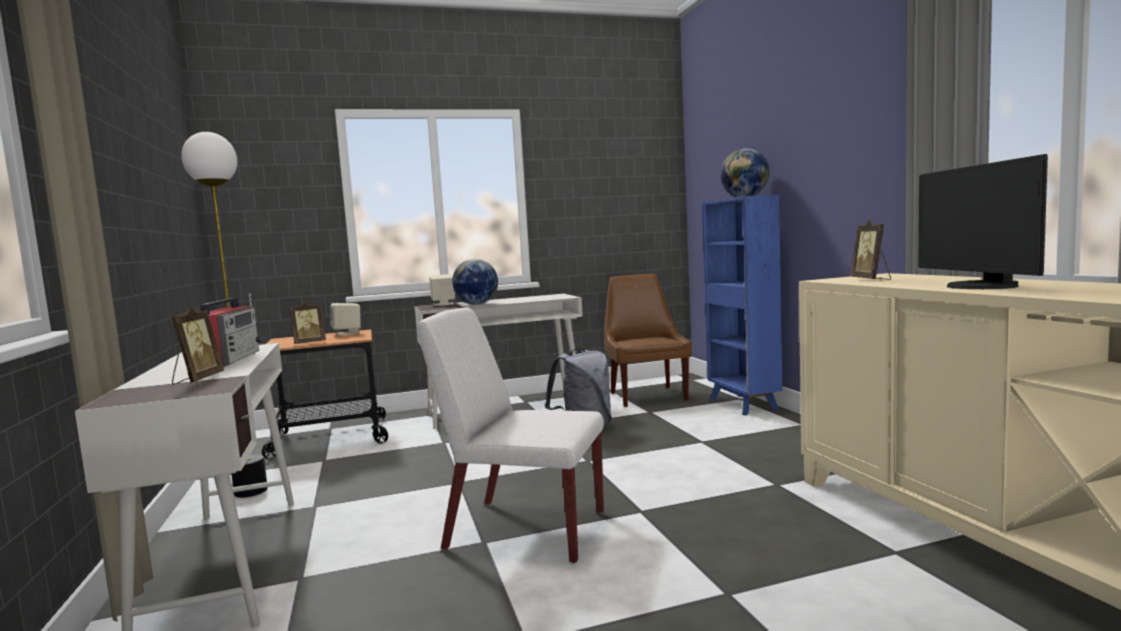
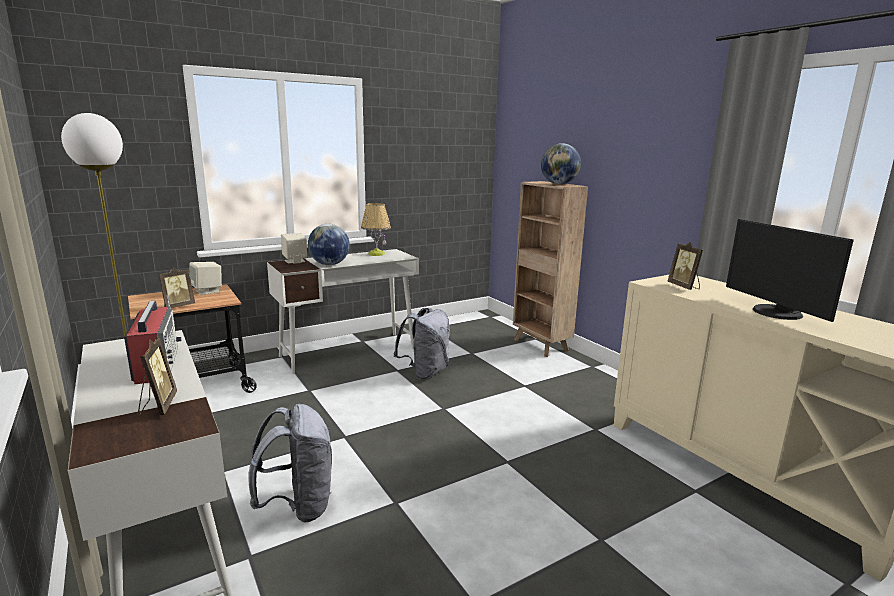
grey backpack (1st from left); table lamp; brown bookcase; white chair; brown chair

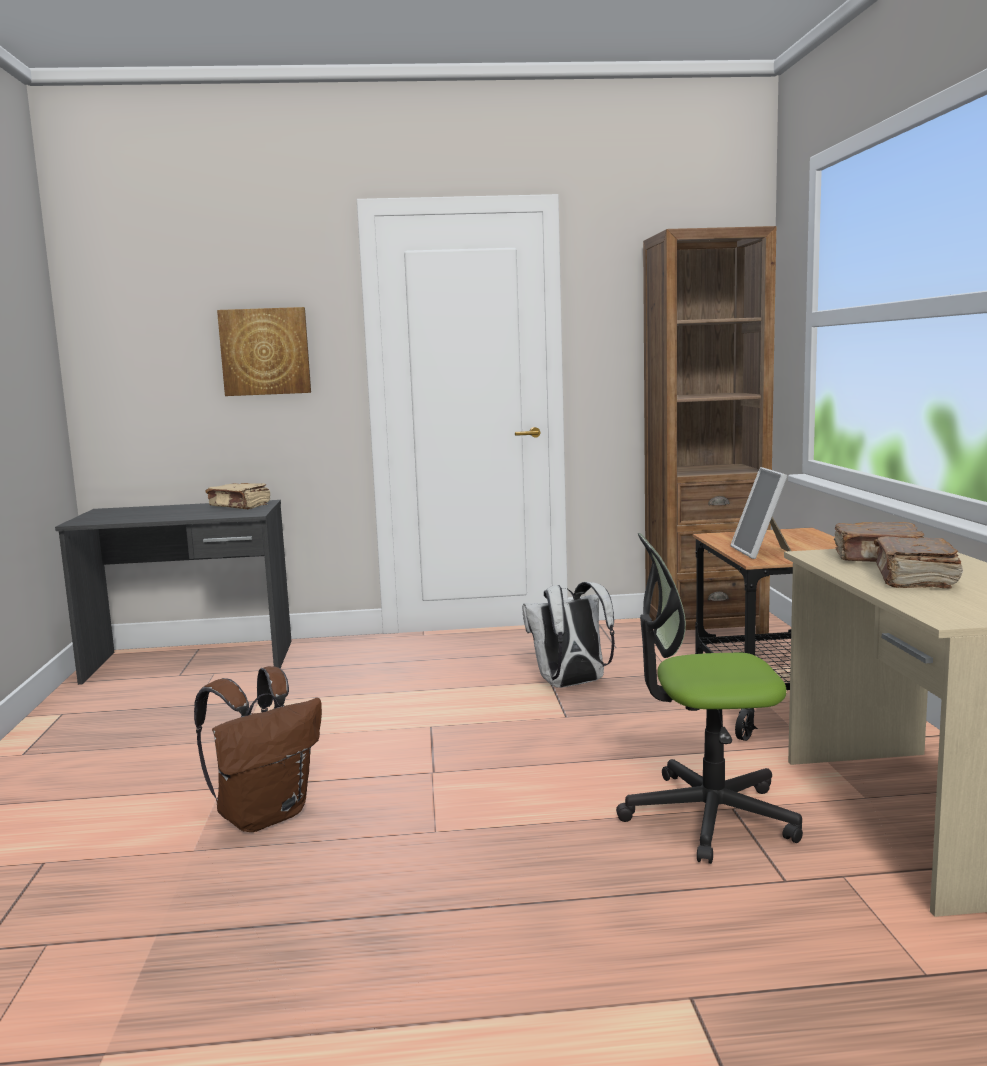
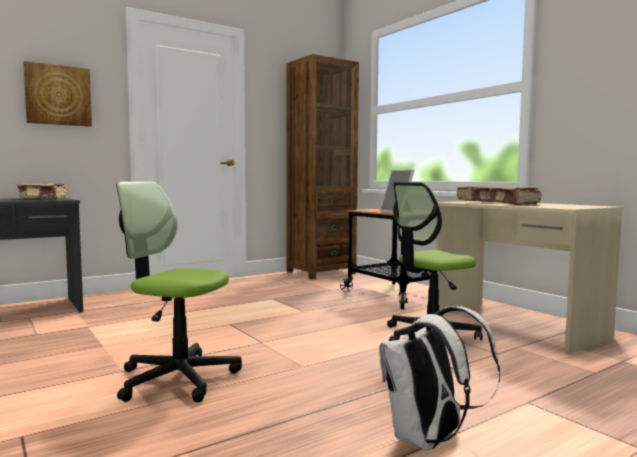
office chair (1st from left); white backpack

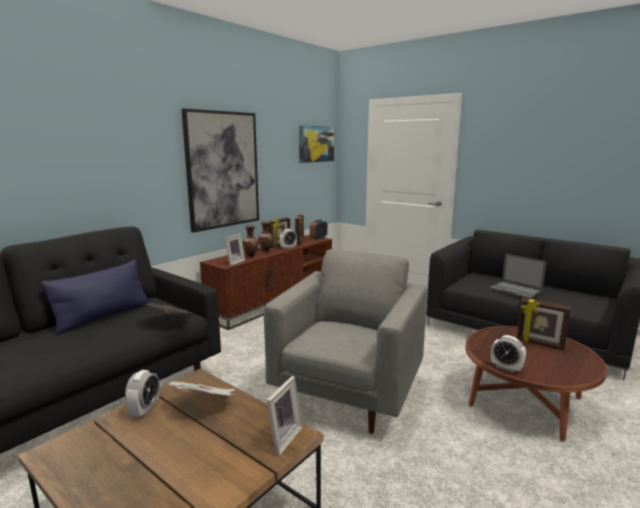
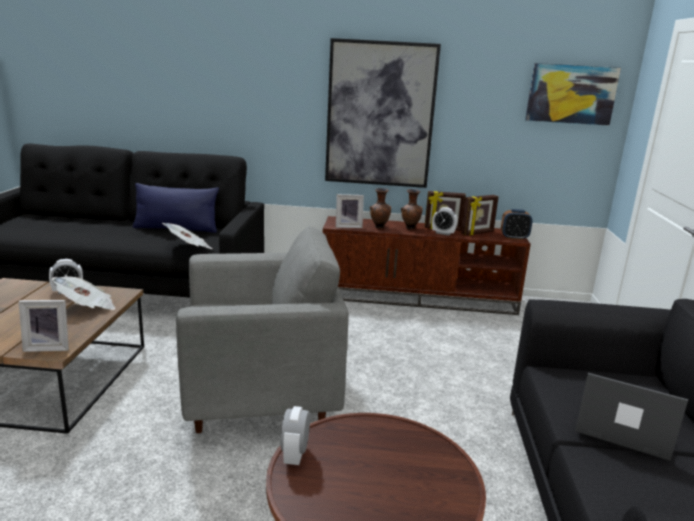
laptop; picture frame (5th from left in the first image)

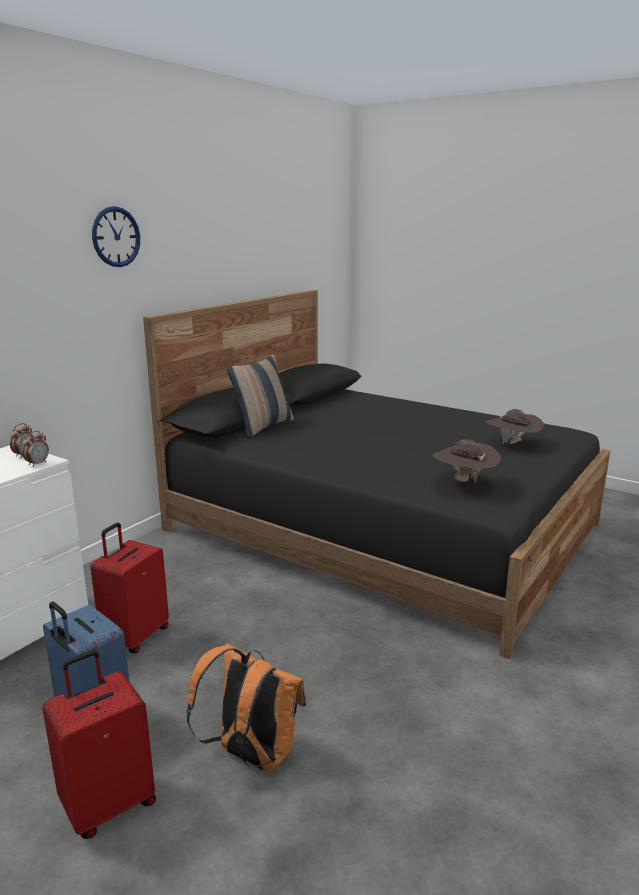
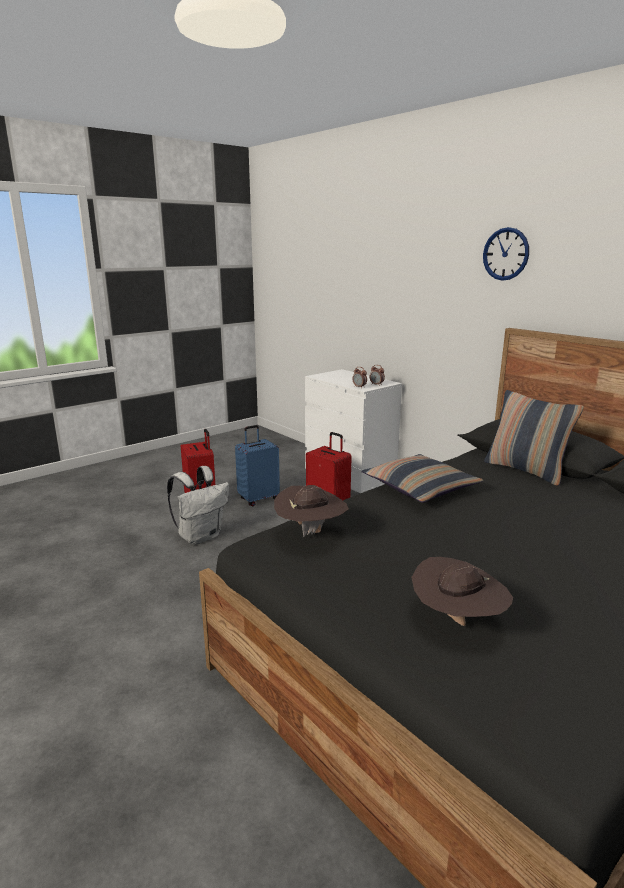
white backpack; pillow (1st from left)

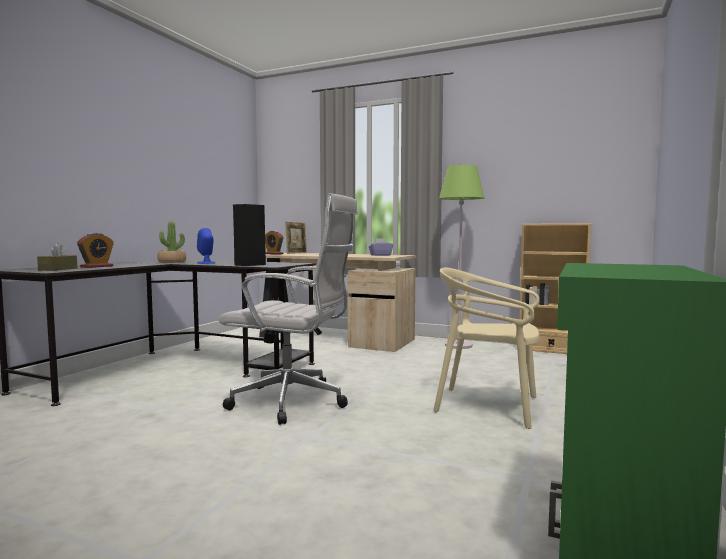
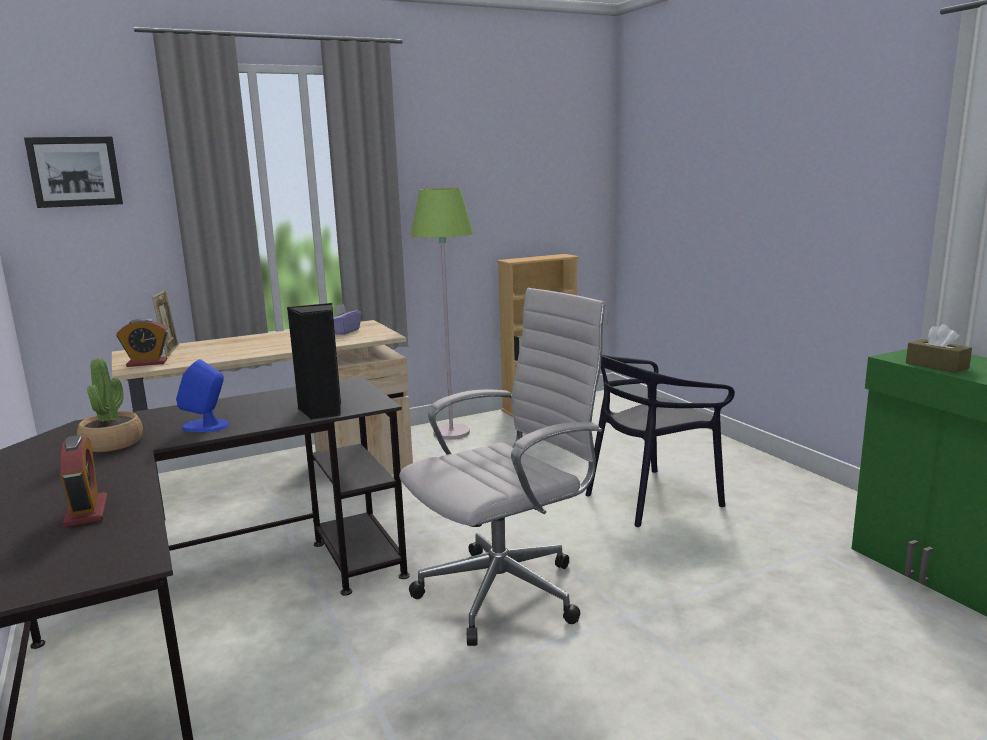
picture; black chair; brown tissue box

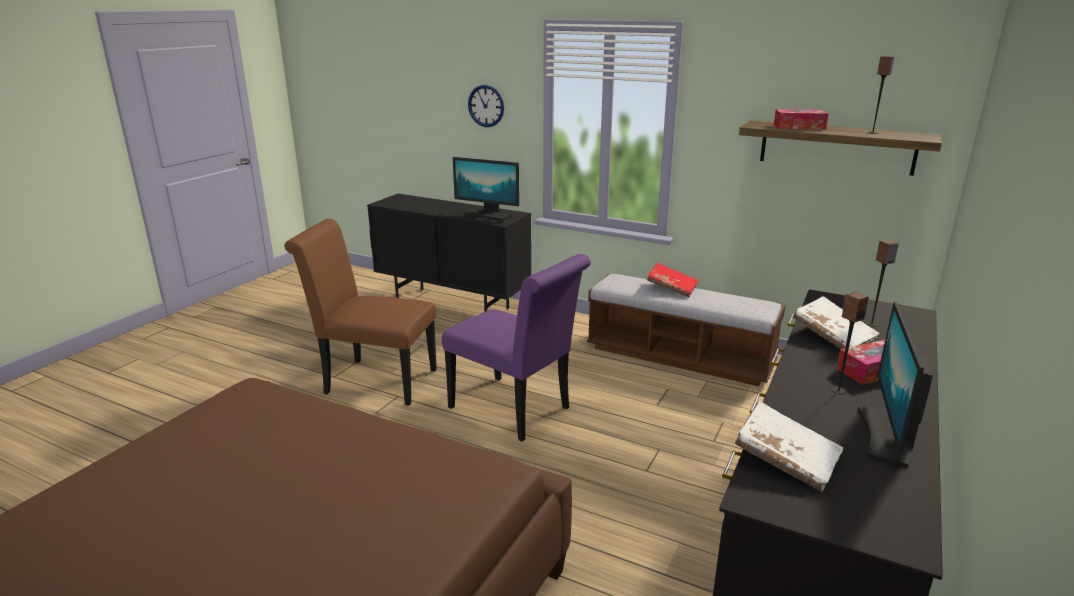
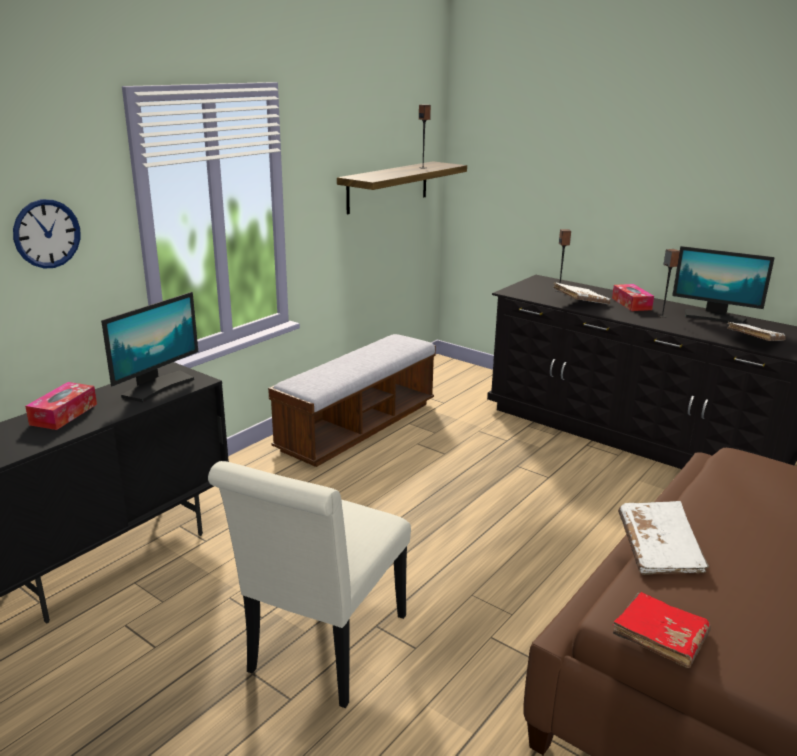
tissue box (1st from left); white chair; red book; white book (2nd from left); purple chair

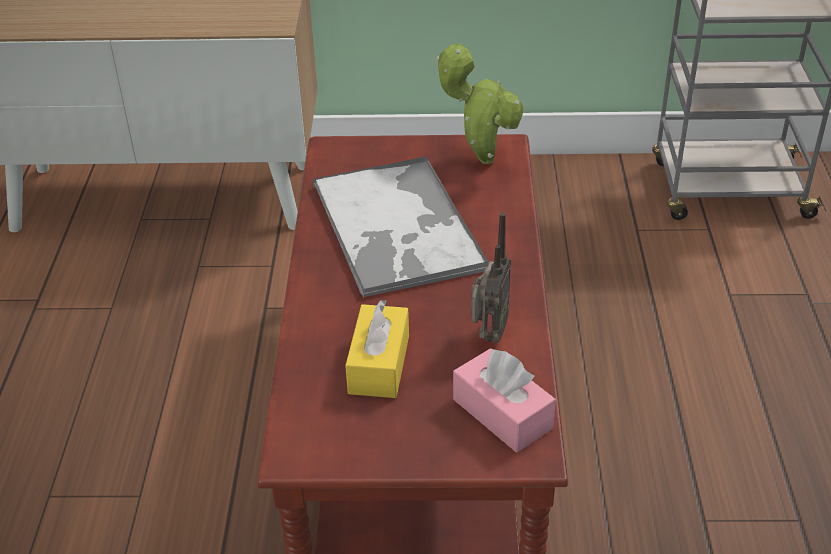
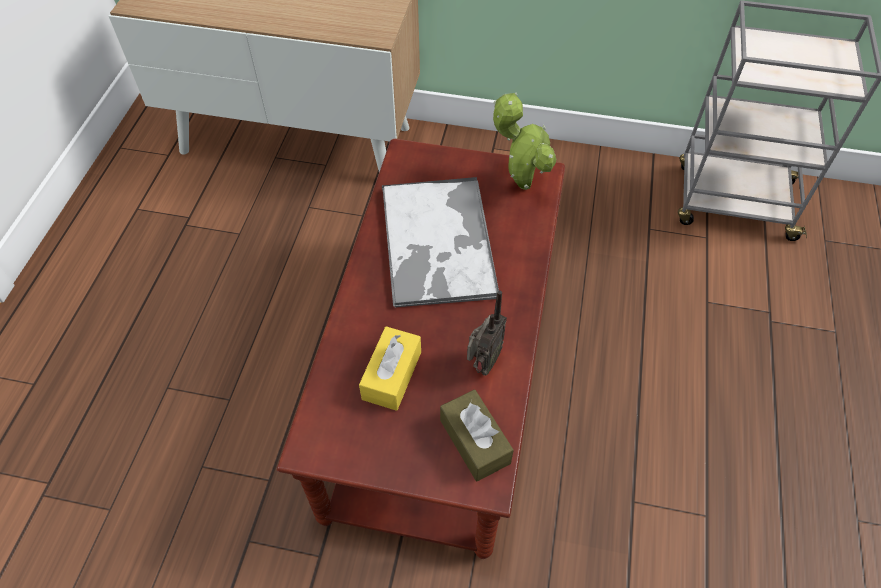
brown tissue box

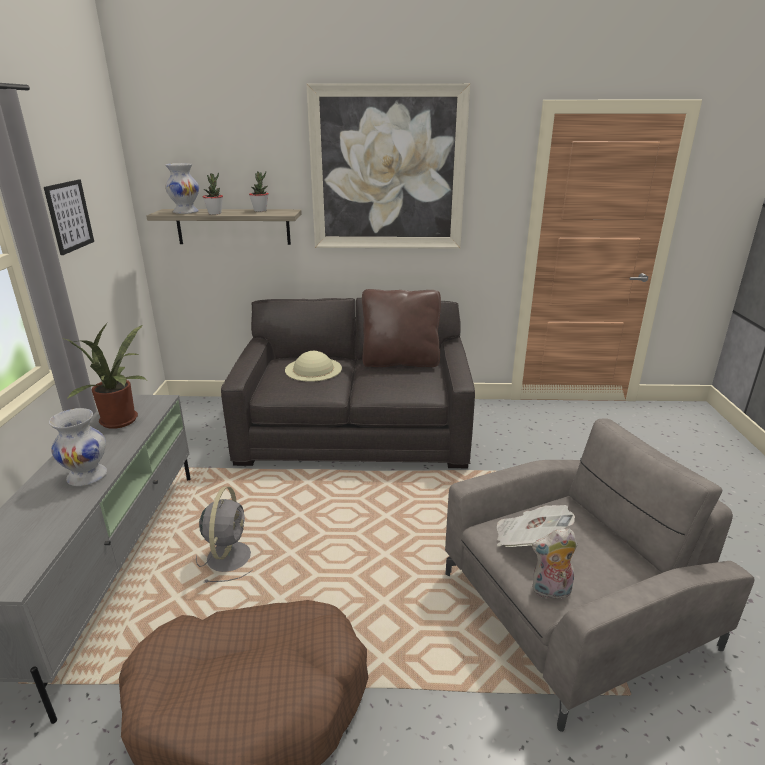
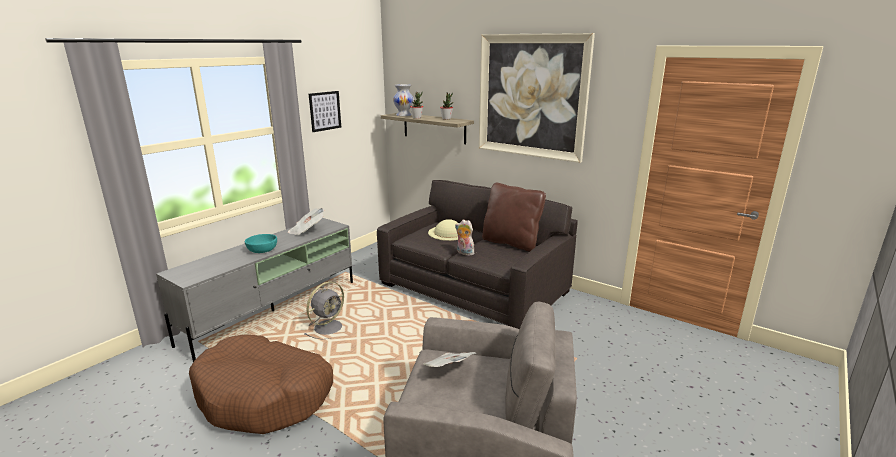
turquoise bowl; newspaper (1st from left); plush toy

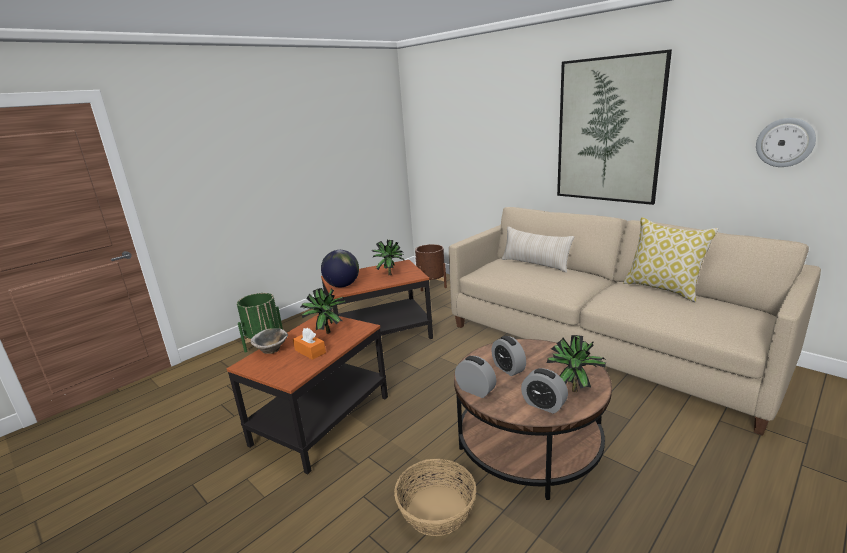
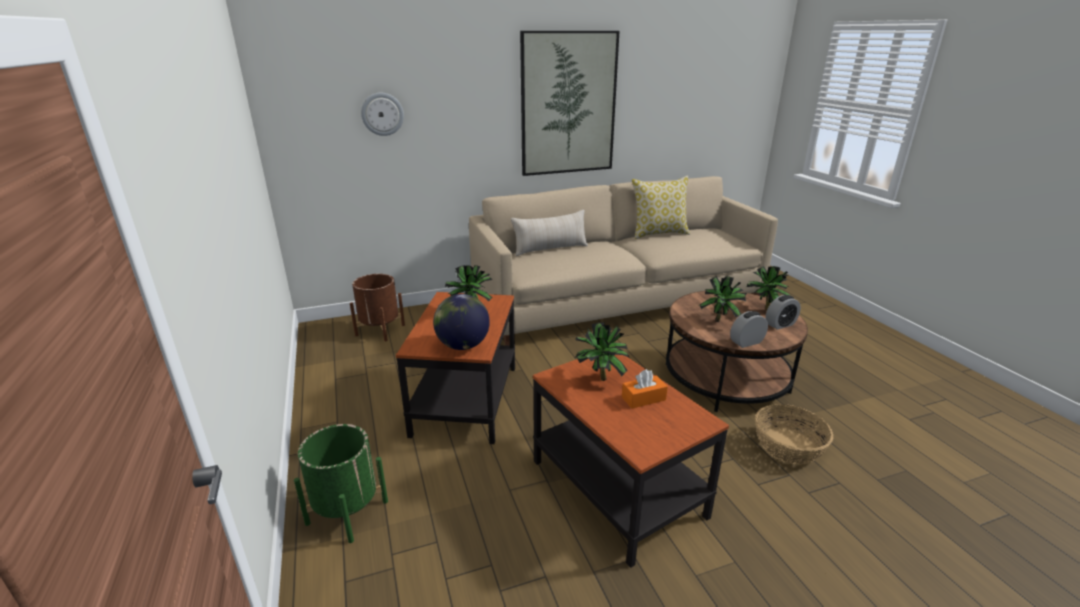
wall clock; potted plant (3rd from left); bowl

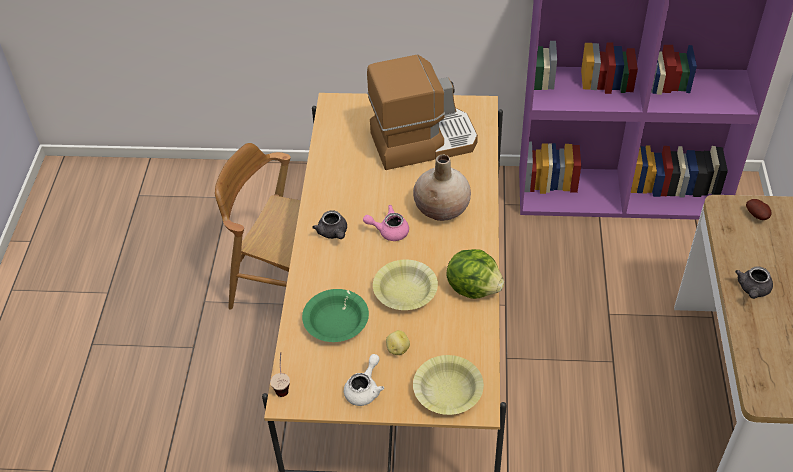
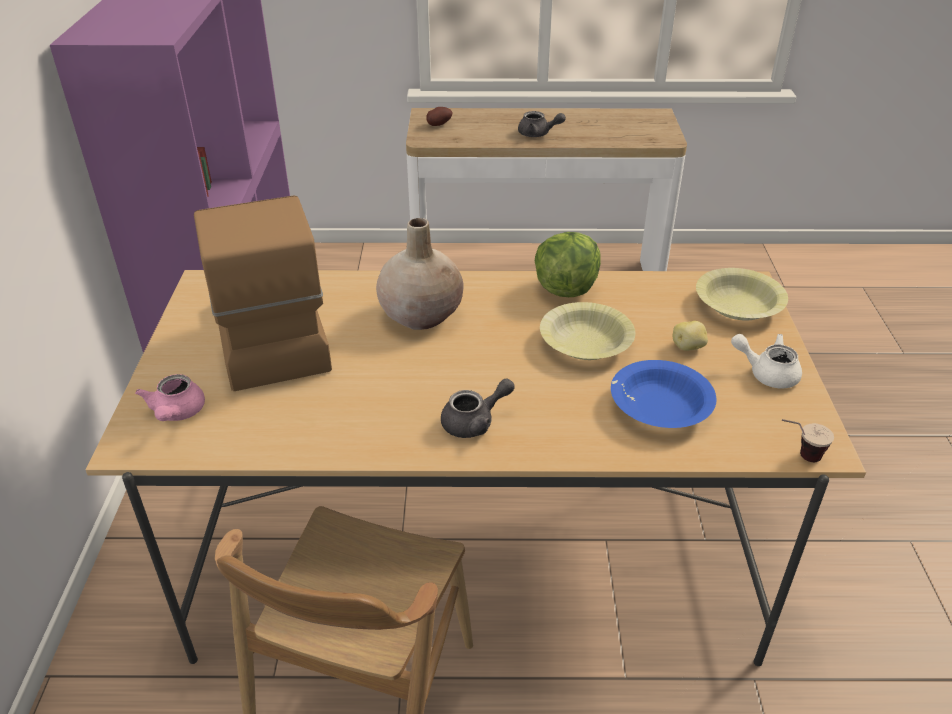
pink teapot; blue bowl

